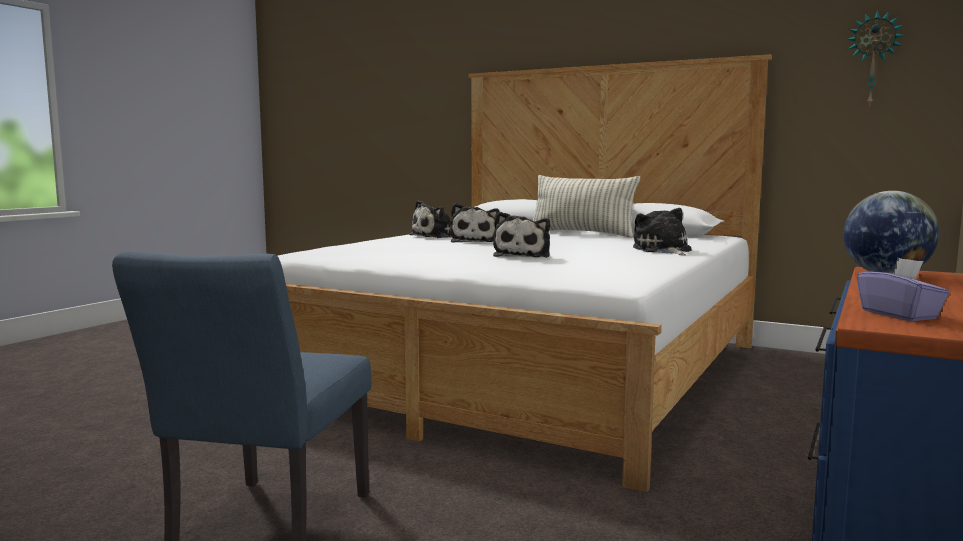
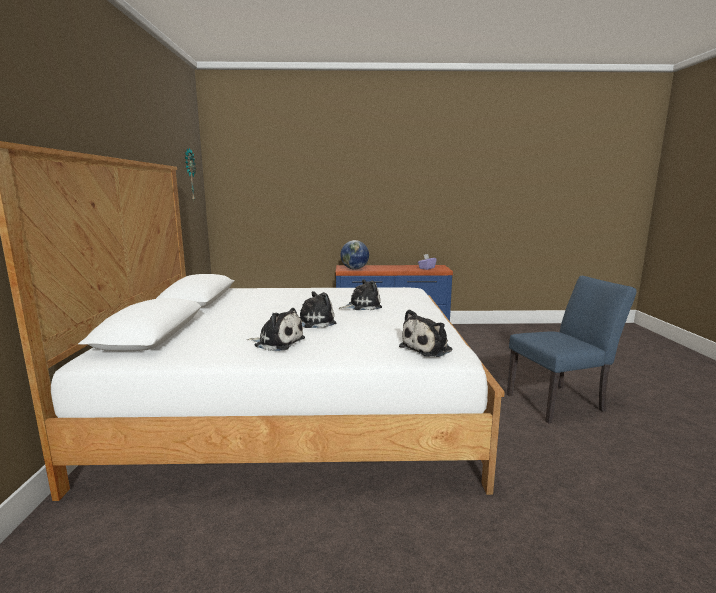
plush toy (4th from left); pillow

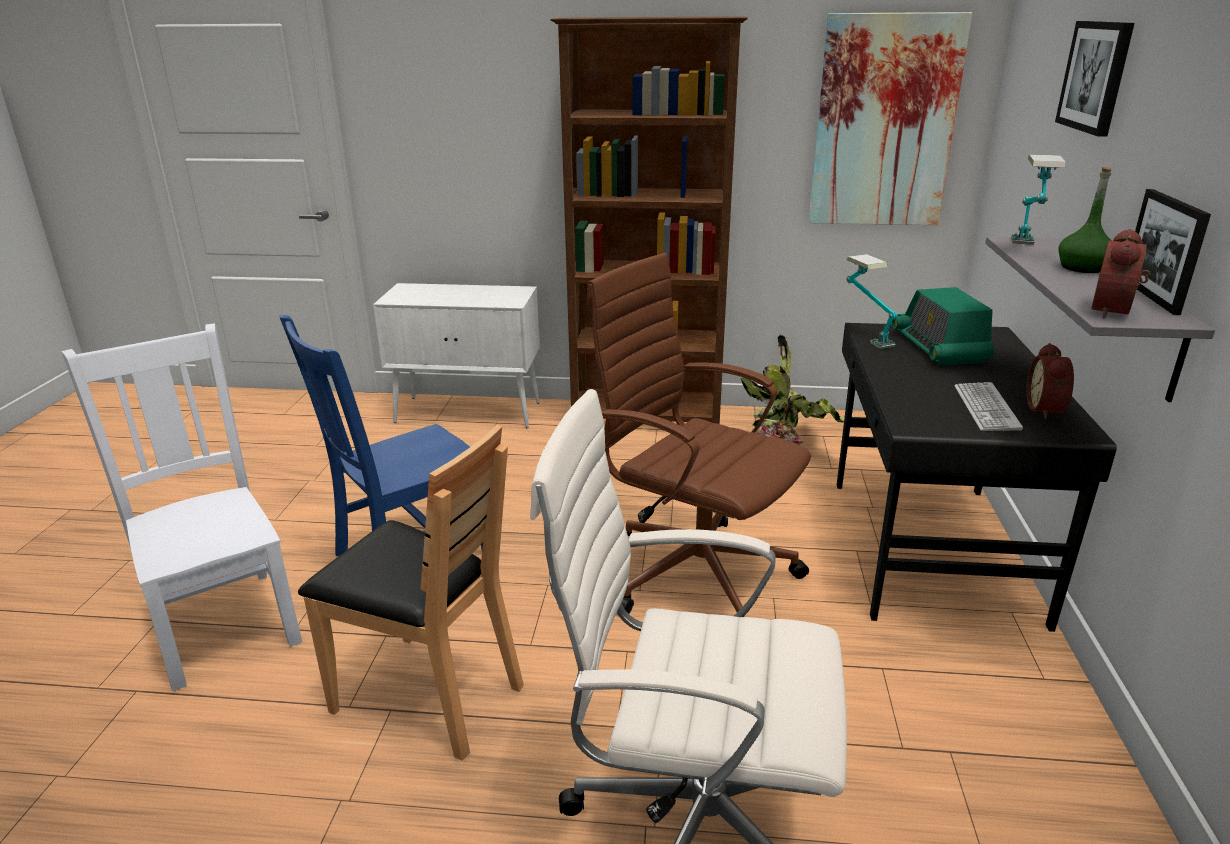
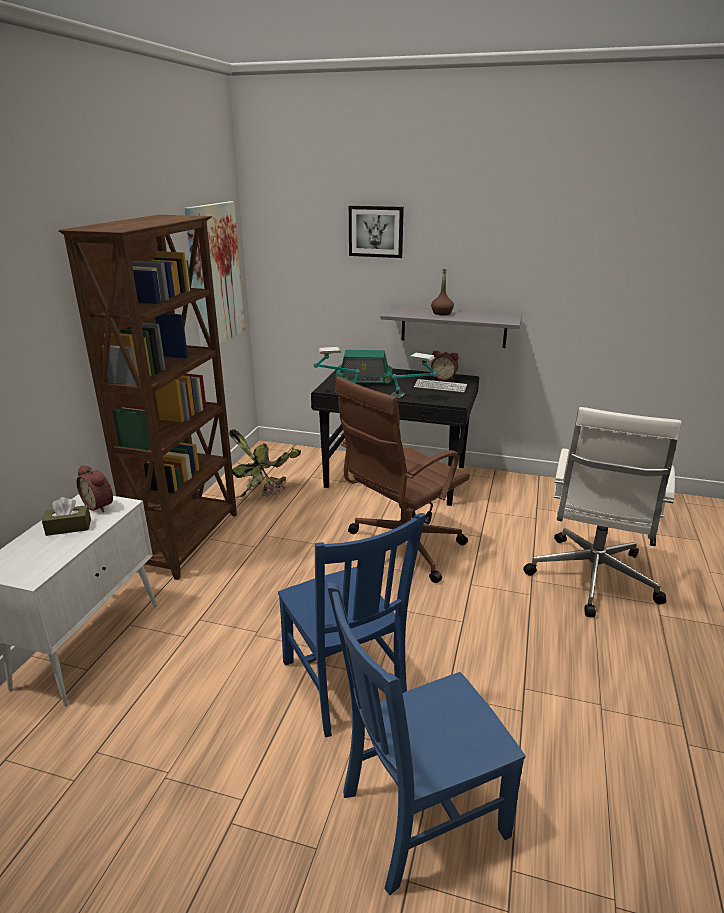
brown tissue box; alarm clock (1st from left); blue chair (2nd from left); table lamp (2nd from left); brown bottle; brown chair; picture frame

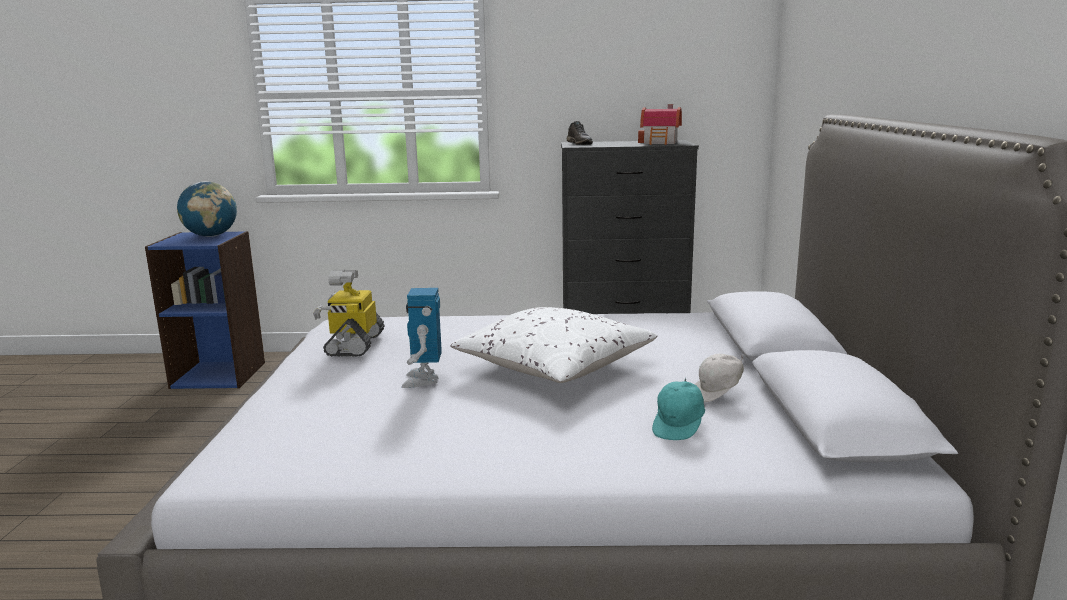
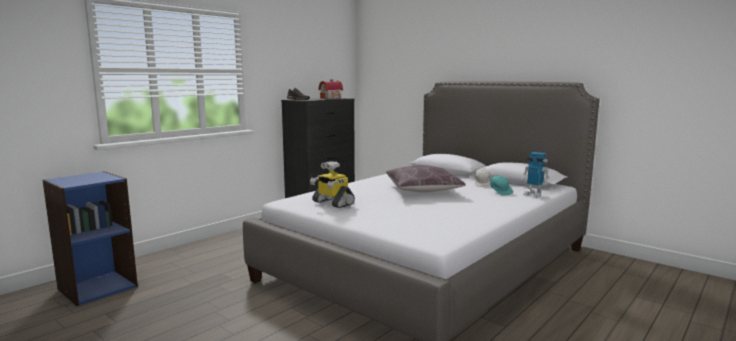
brown pillow; toy robot (2nd from left); globe

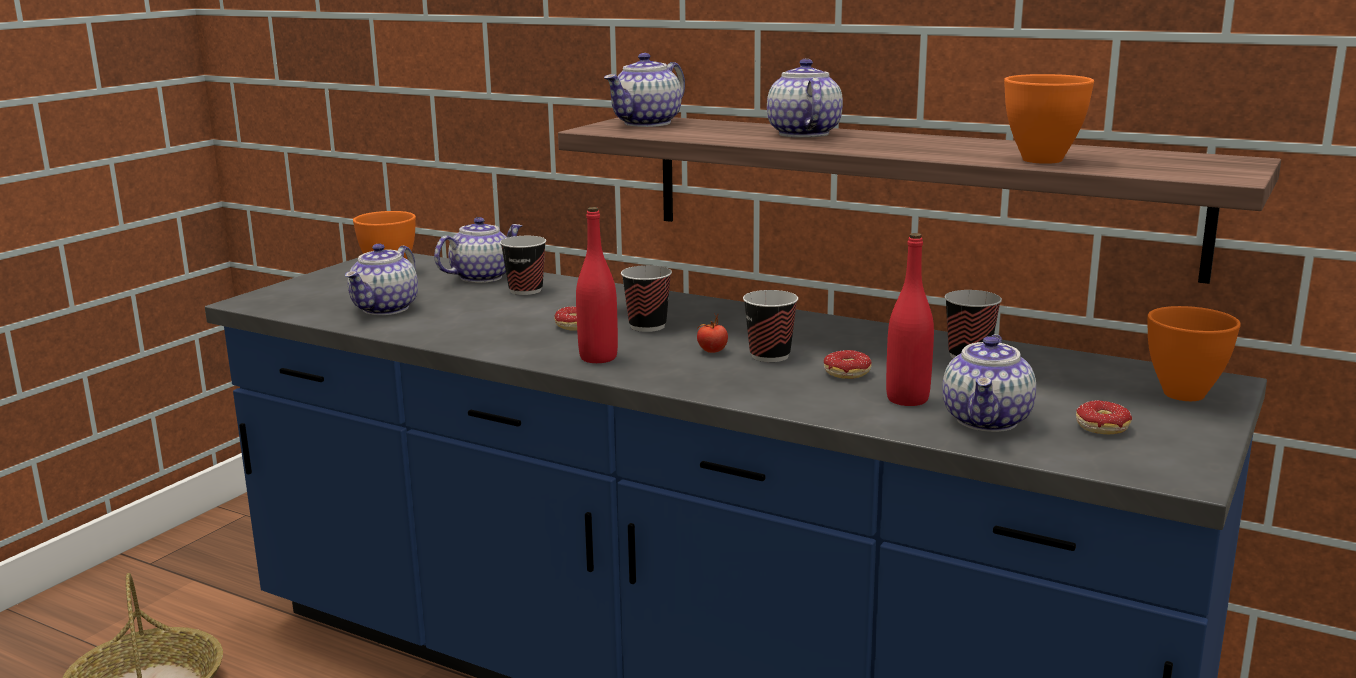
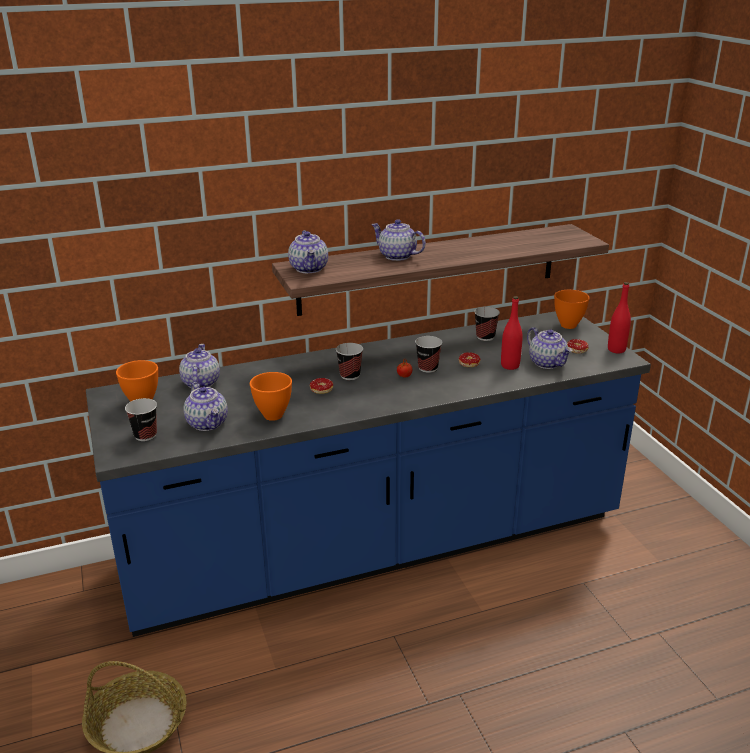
cup (1st from left); orange bowl (2nd from left); red bottle (2nd from left)

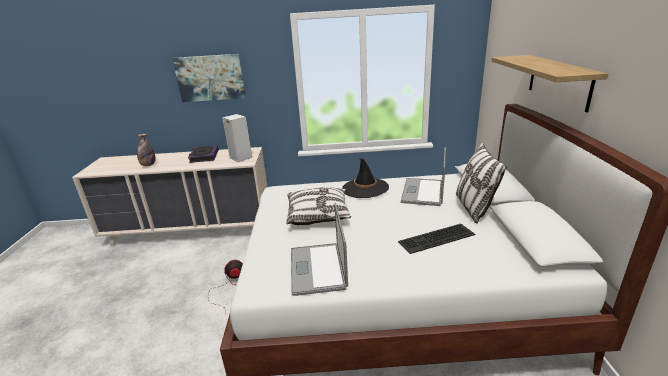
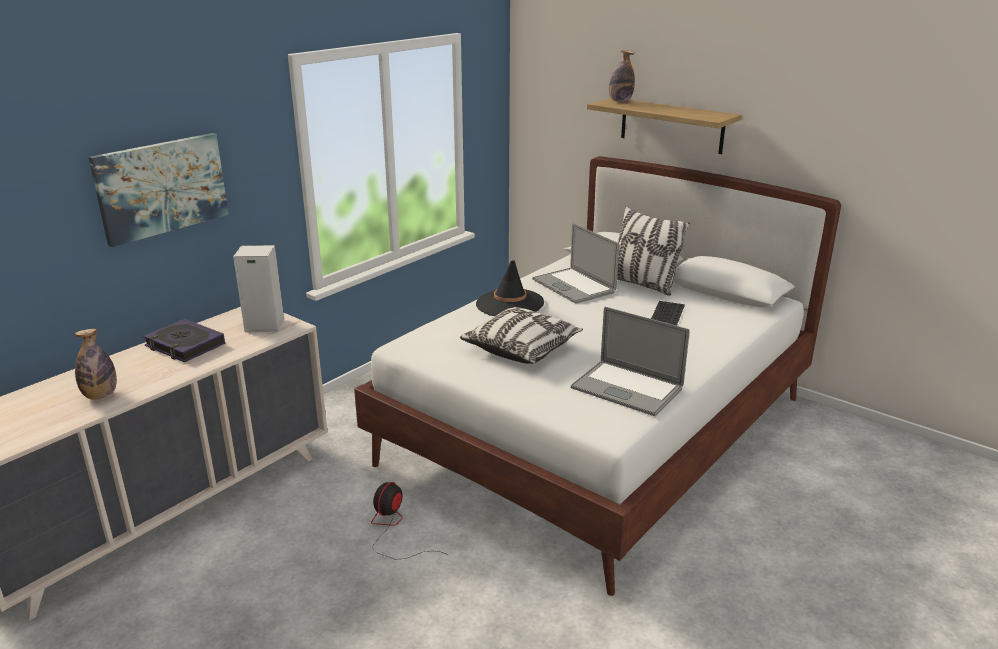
bottle (2nd from left)

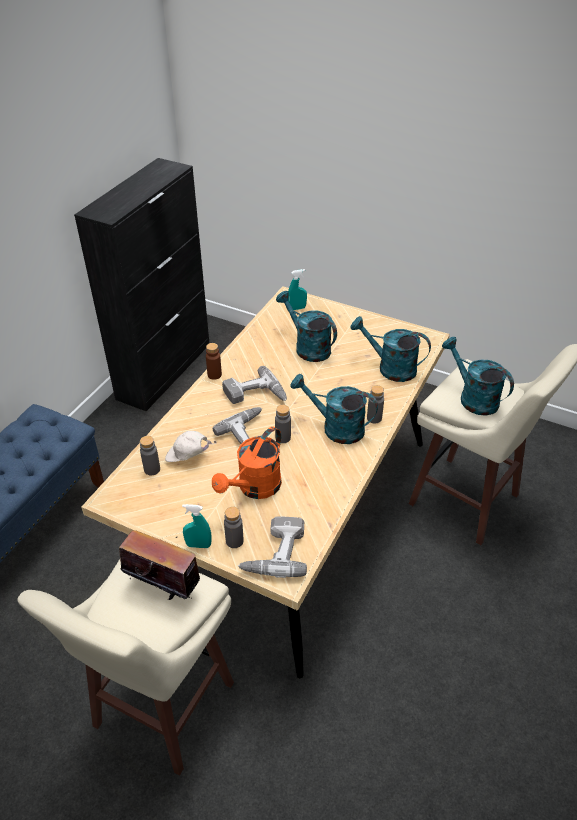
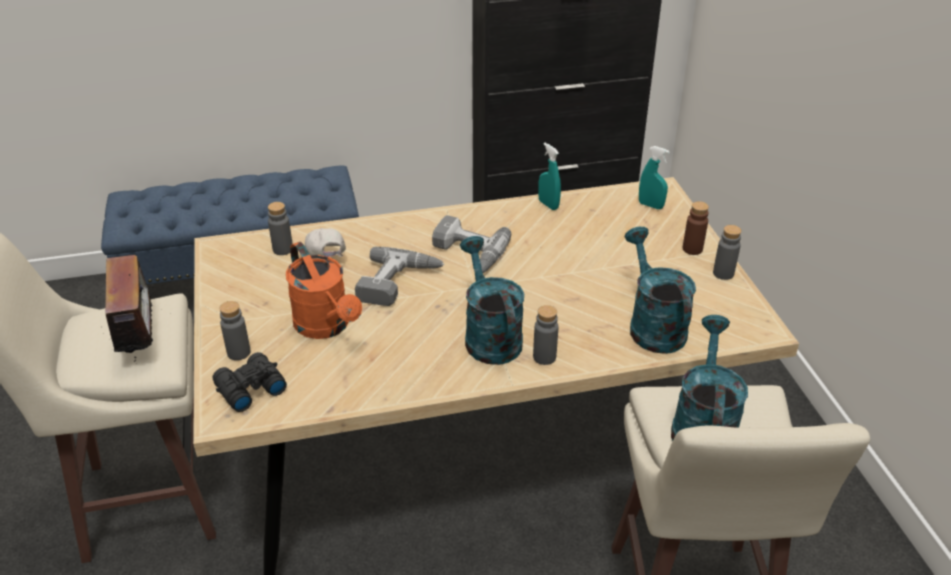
black binoculars; orange watering can; turquoise spray bottle (1st from left); brown bottle; grey bottle (4th from left); turquoise watering can (1st from left in the first image)

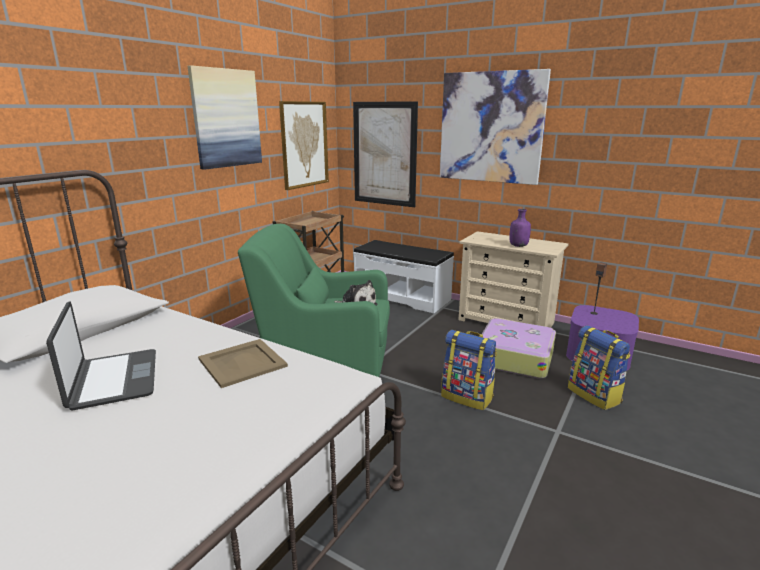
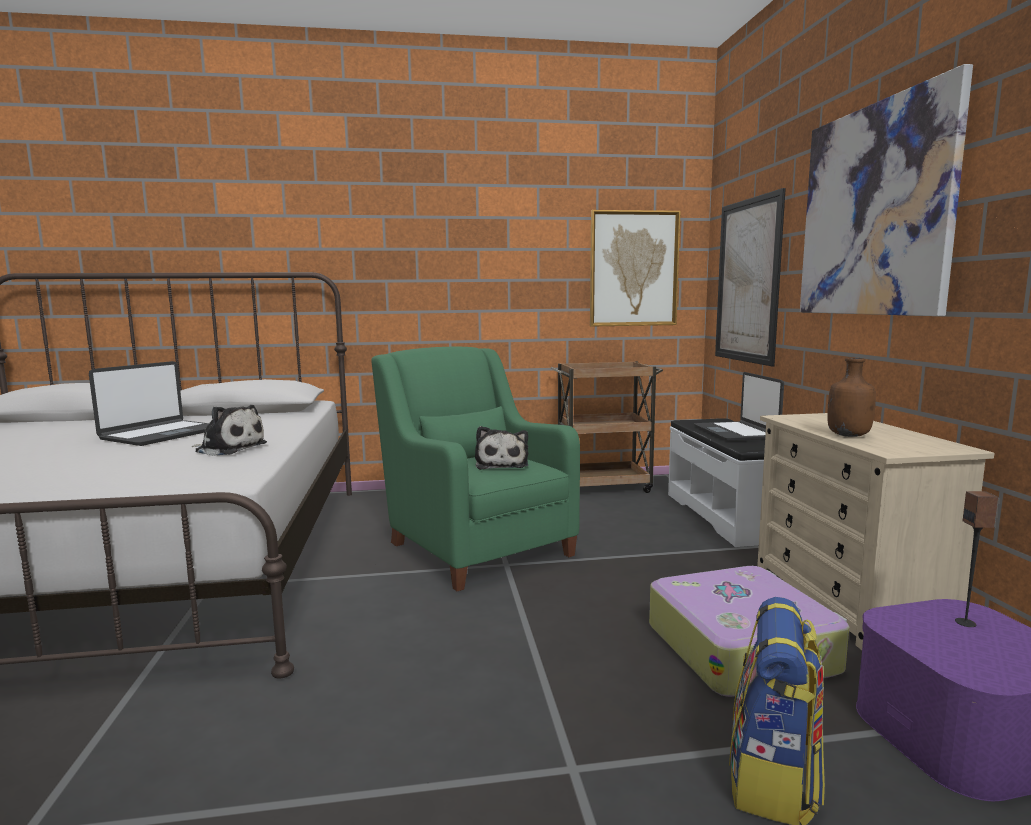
plush toy (1st from left); laptop (2nd from left); brown bottle; picture (1st from left in the first image); backpack (1st from left in the first image)

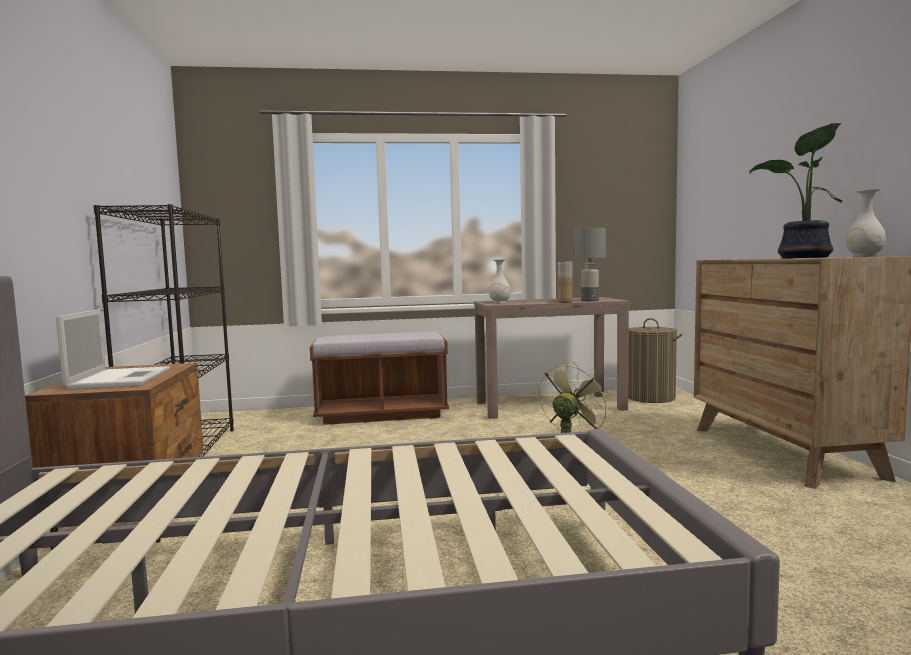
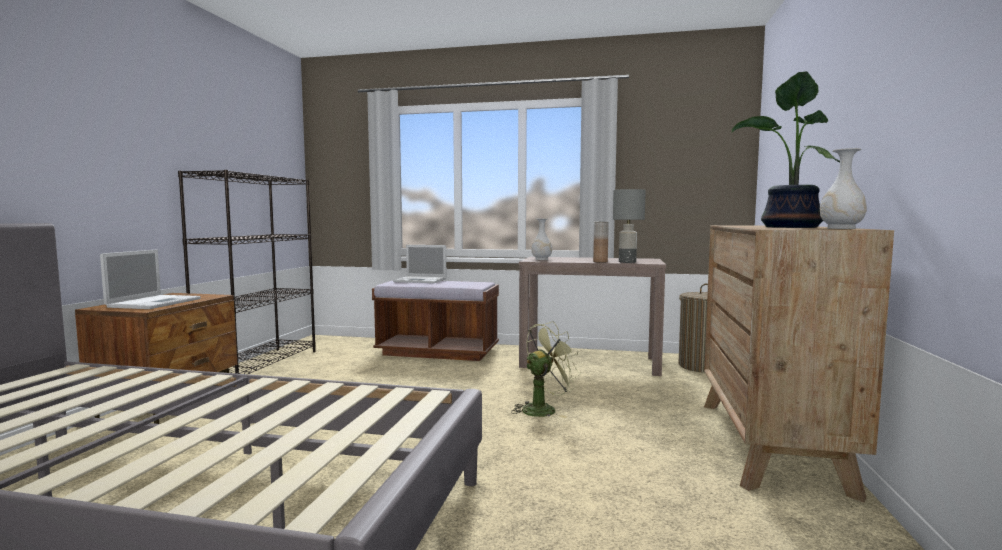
laptop (2nd from left)

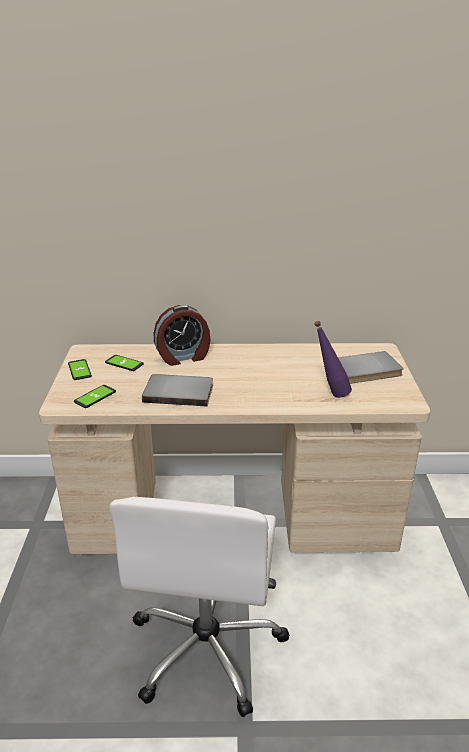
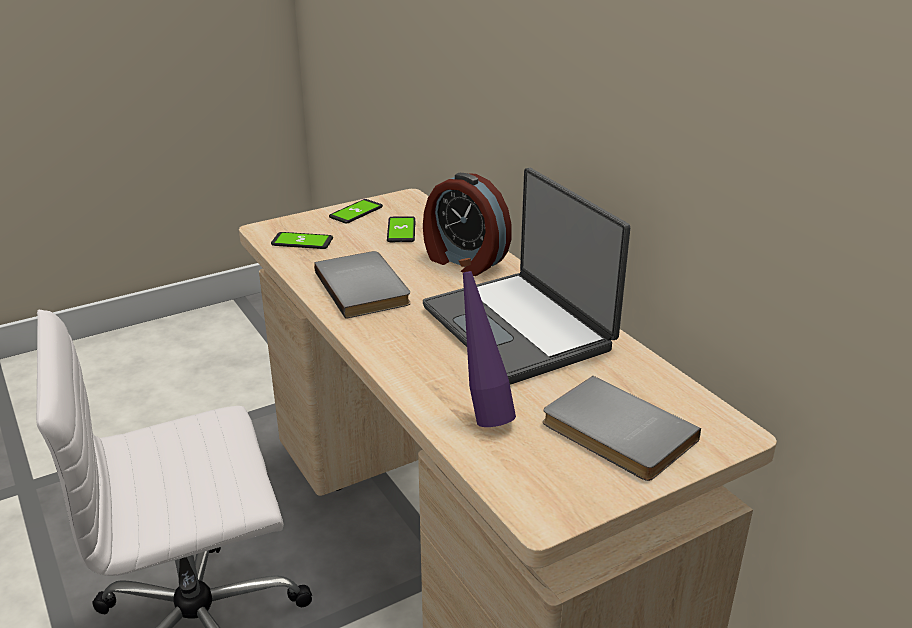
laptop

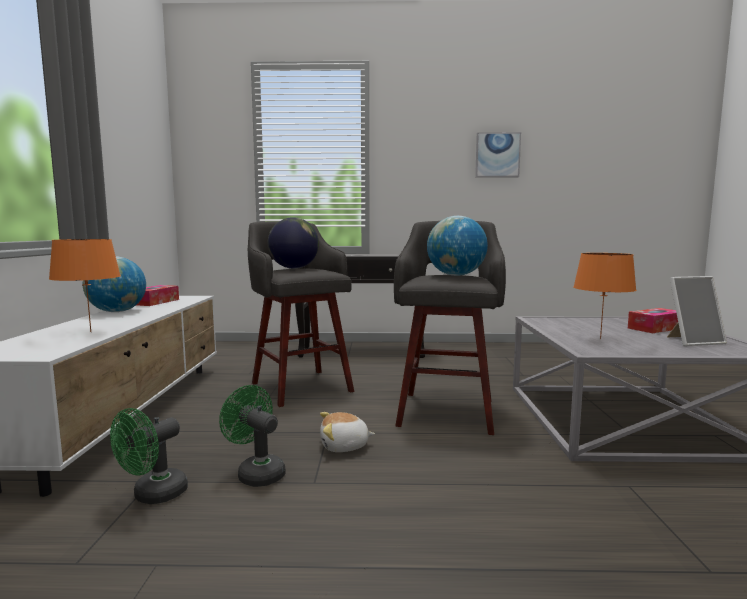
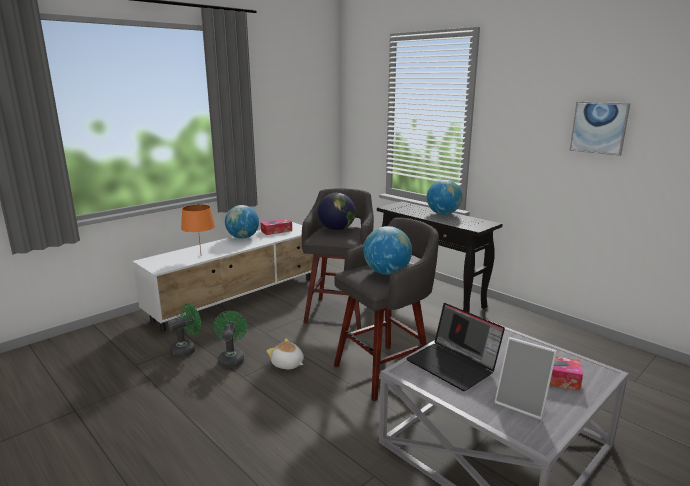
green fan (1st from left); laptop; globe (4th from left)

